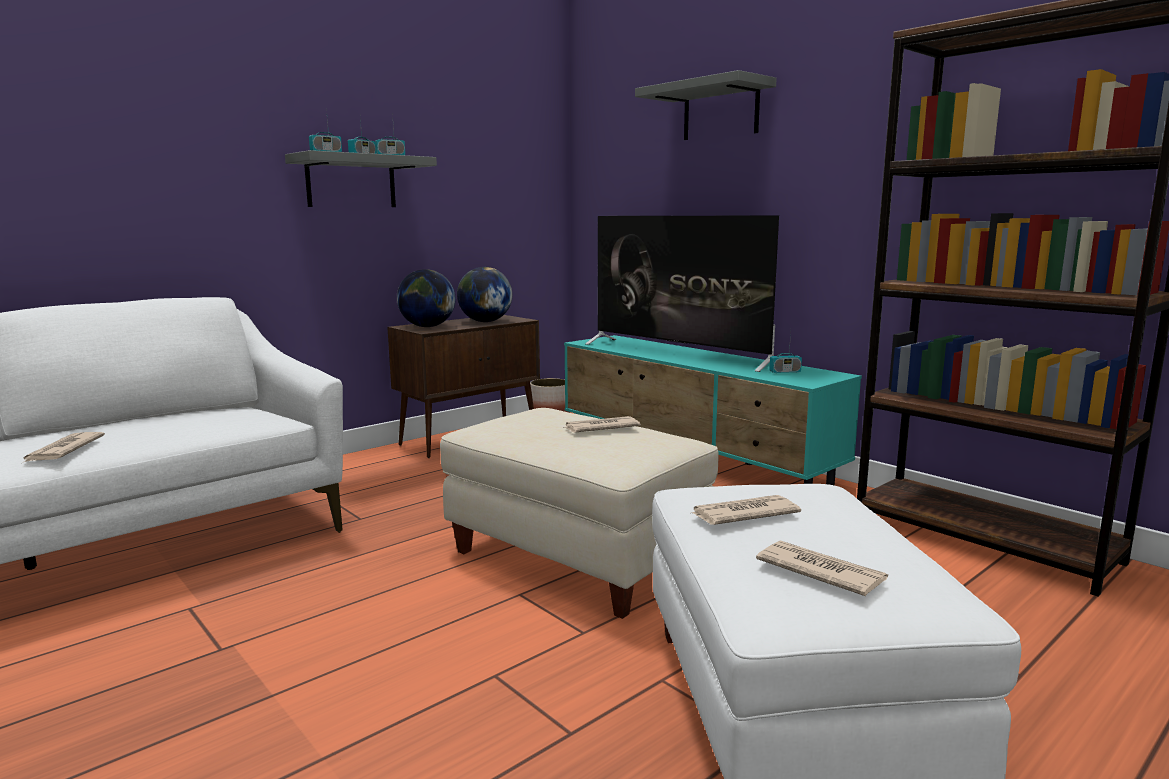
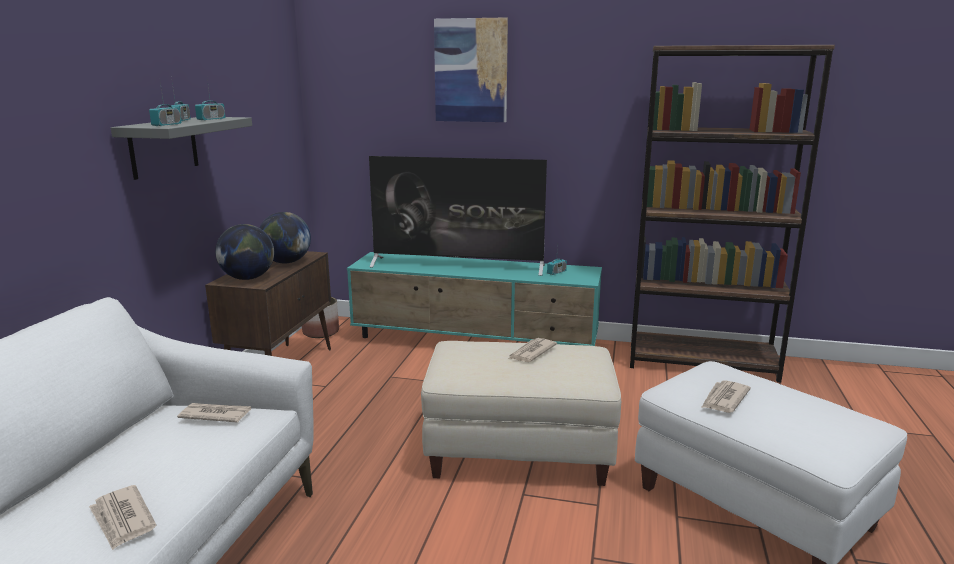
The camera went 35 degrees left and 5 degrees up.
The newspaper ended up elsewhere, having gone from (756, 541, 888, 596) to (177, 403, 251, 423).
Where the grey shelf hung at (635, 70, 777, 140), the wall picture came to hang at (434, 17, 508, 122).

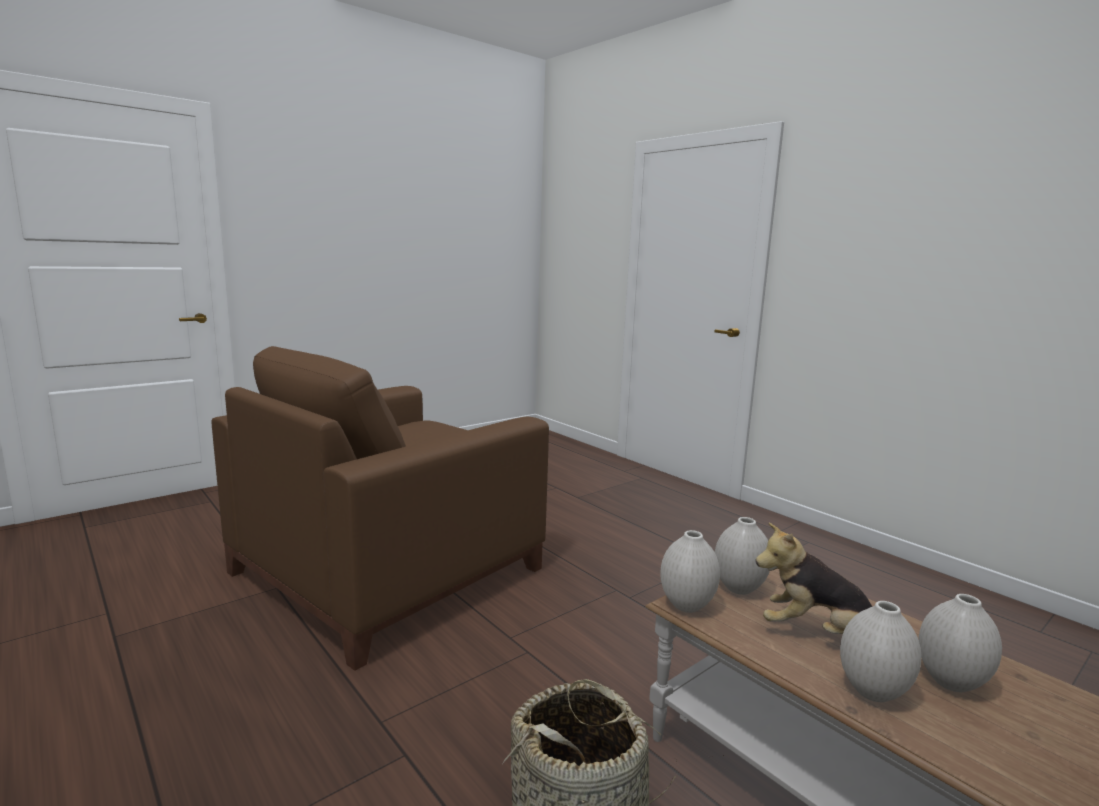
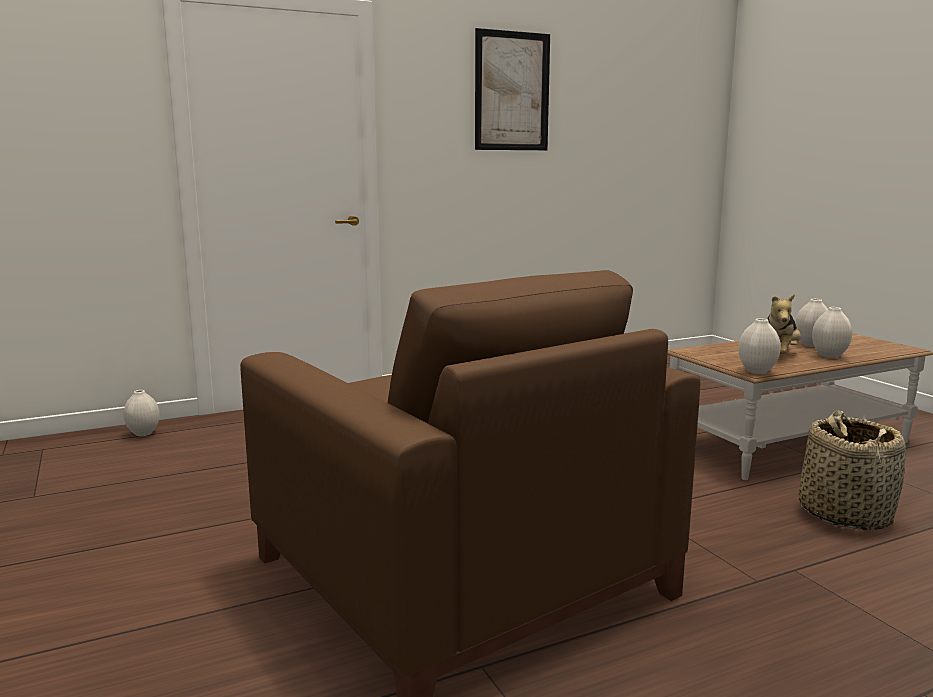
The camera went 75 degrees left and 0 degrees up.
The whitish flower vase ended up elsewhere, having gone from (715, 517, 770, 595) to (124, 390, 159, 436).
The second view gained the wall picture at (475, 28, 550, 150).

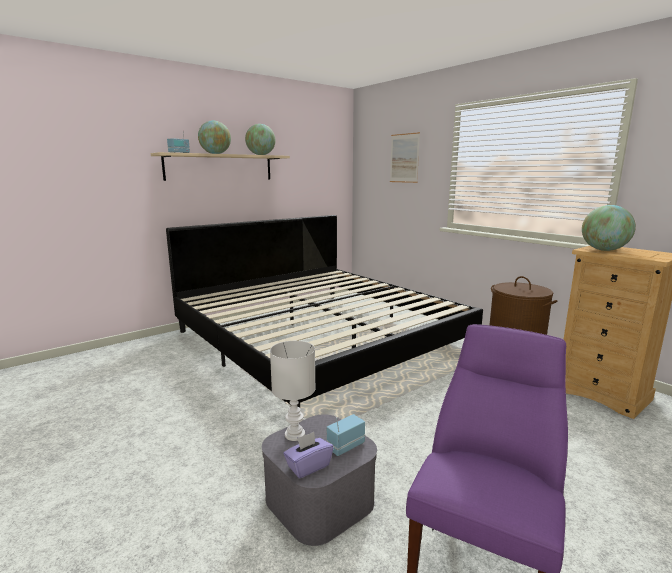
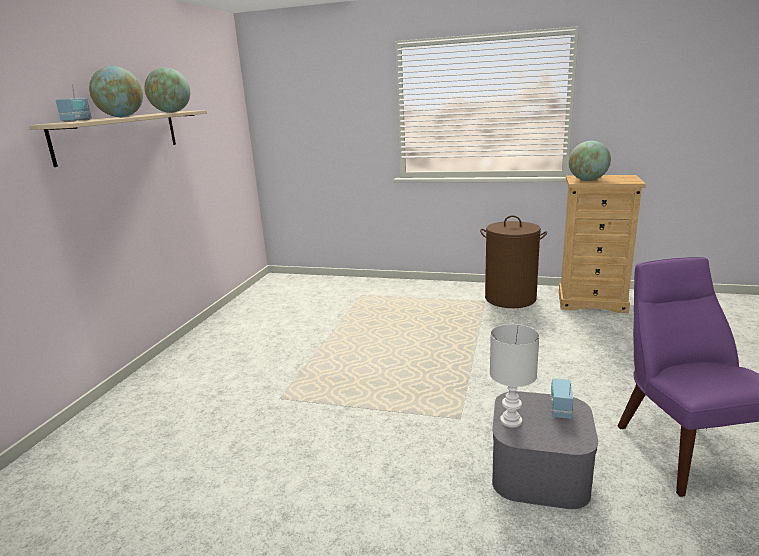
The camera went 35 degrees left and 5 degrees up.
The second view lost the bed at (166, 215, 483, 408).
The second view lost the purple box of tissues at (283, 432, 333, 478).
The second view lost the wall picture at (390, 132, 420, 183).

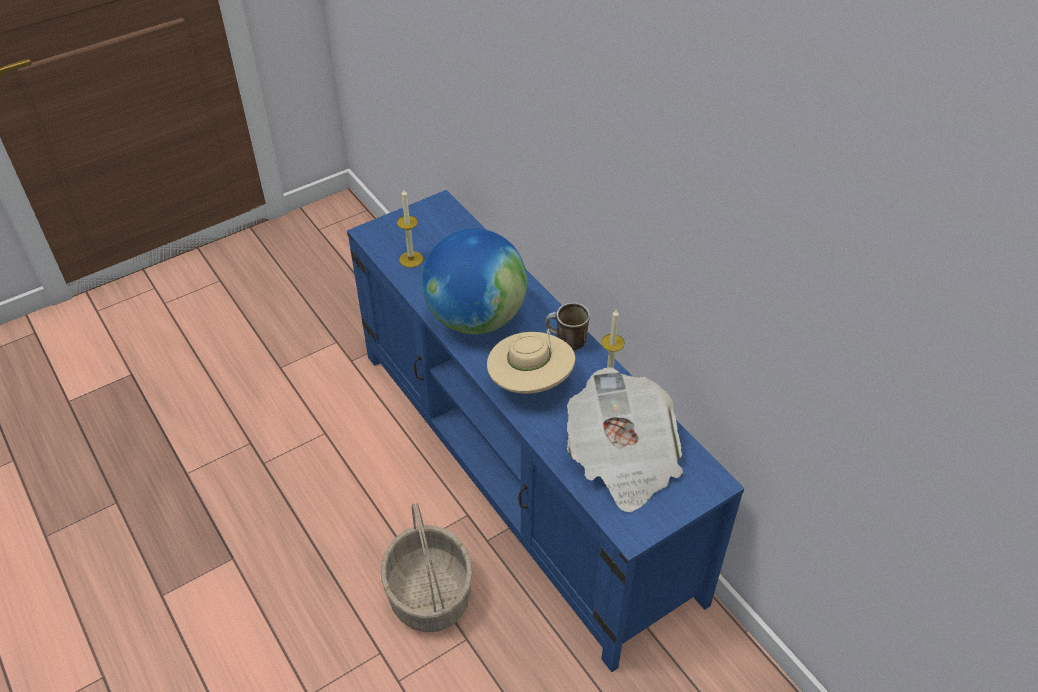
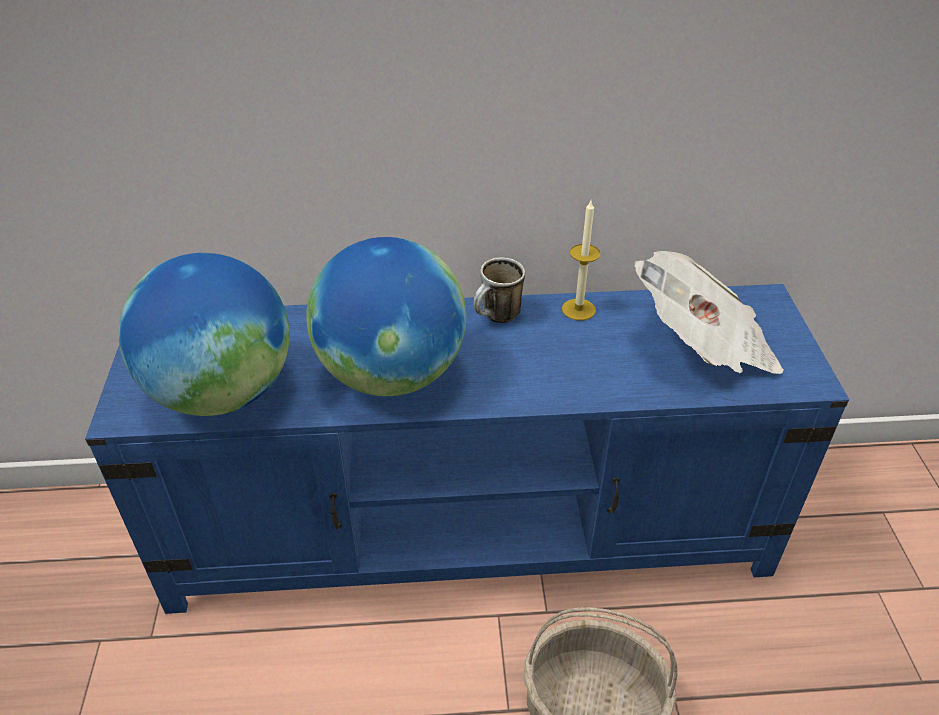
The camera went 60 degrees left and 5 degrees down.
Where the candle stood at (397, 189, 423, 268), the globe came to stand at (119, 253, 290, 416).
The second view lost the beige-coloured clothing hat at (487, 329, 575, 394).

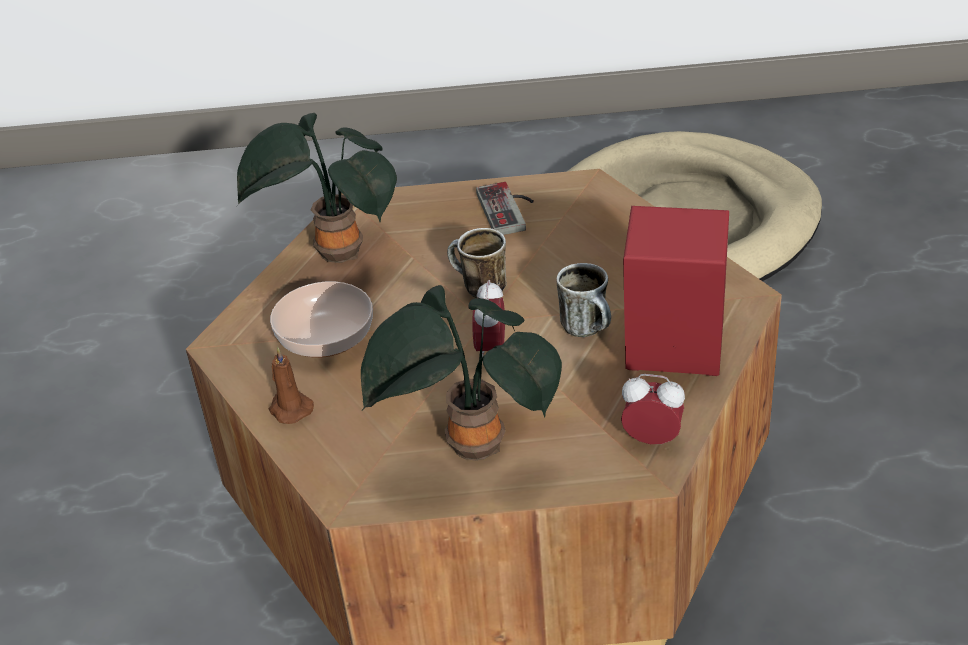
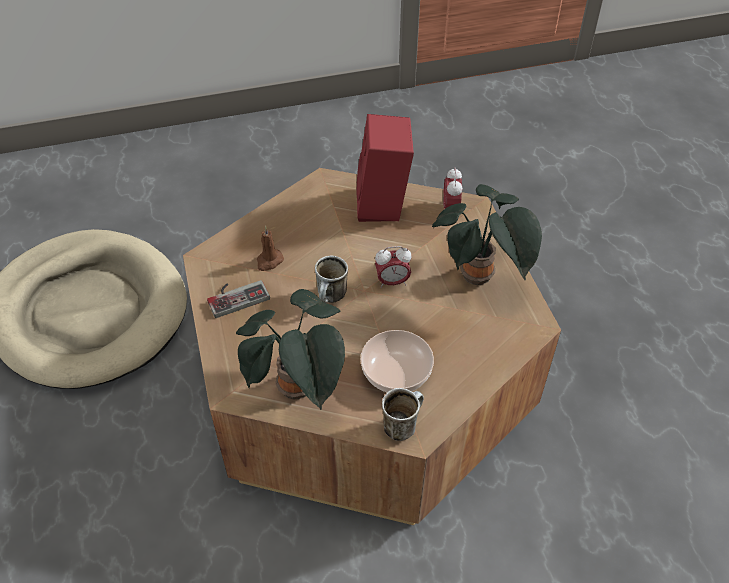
The camera went 105 degrees left and 10 degrees up.
The brown-coloured candle ended up elsewhere, having gone from (269, 347, 314, 424) to (257, 226, 284, 271).
The coffee mug ended up elsewhere, having gone from (557, 263, 611, 337) to (382, 388, 424, 441).

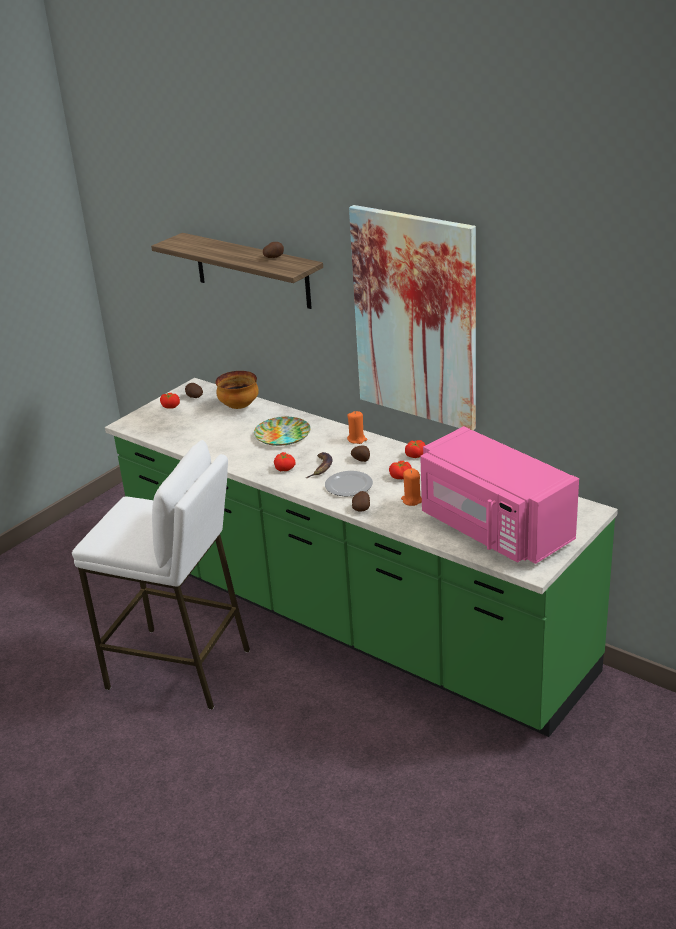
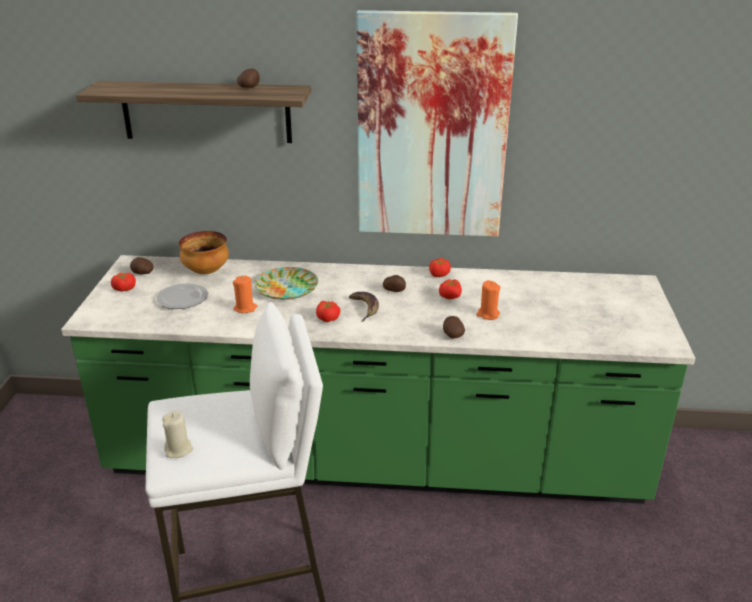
The camera went 35 degrees left and 0 degrees up.
The plate ended up elsewhere, having gone from (325, 471, 373, 496) to (156, 283, 208, 309).
The second view gained the beige-coloured candle at (162, 411, 193, 458).
The orange candle ended up elsewhere, having gone from (347, 411, 367, 444) to (233, 276, 257, 313).
The second view lost the pink microwave at (420, 426, 579, 564).

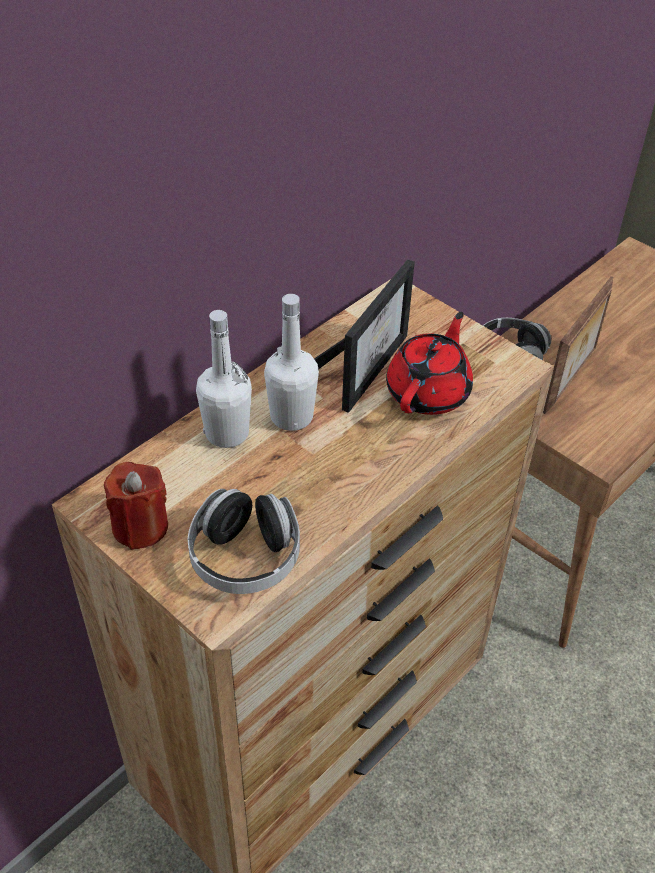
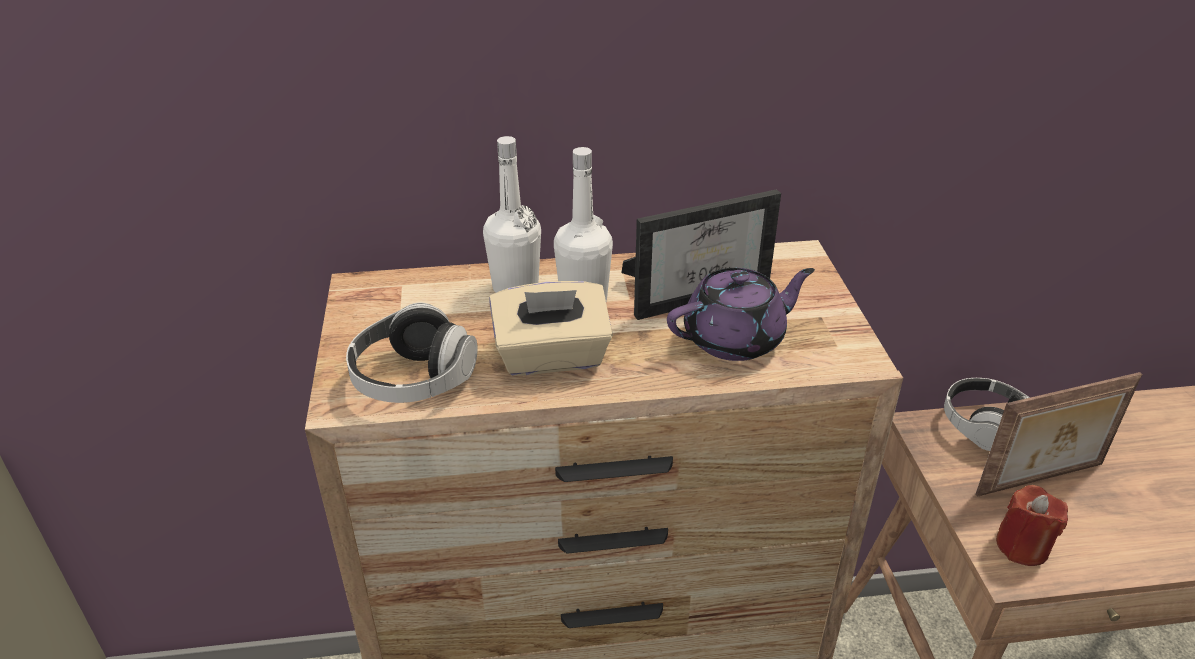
The camera went 40 degrees right and 10 degrees down.
The second view gained the beige-coloured box of tissues at (489, 281, 613, 376).
What was the red-coloured tea pot at (386, 312, 473, 415) turned into the purple tea pot at (667, 268, 815, 361).
The red-coloured candle ended up elsewhere, having gone from (104, 462, 168, 550) to (996, 485, 1068, 566).

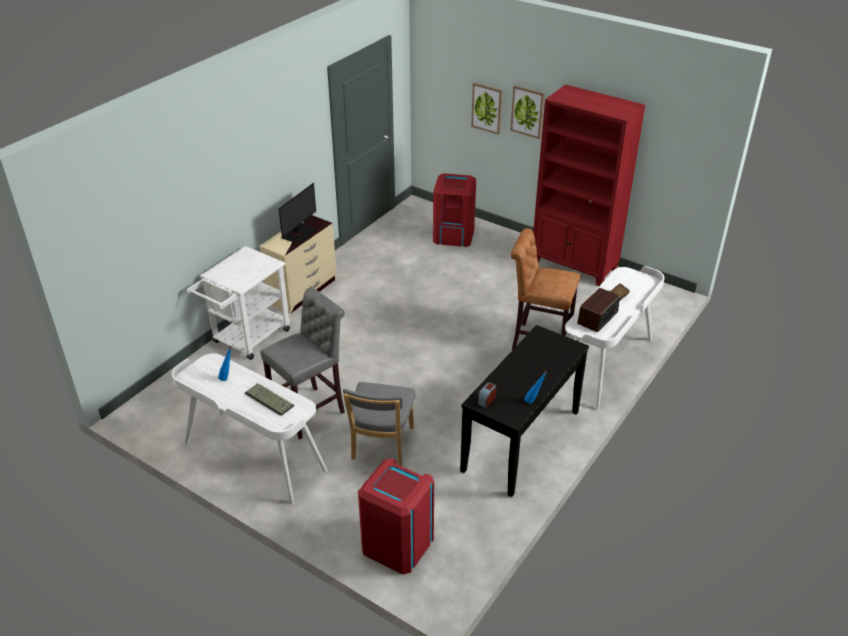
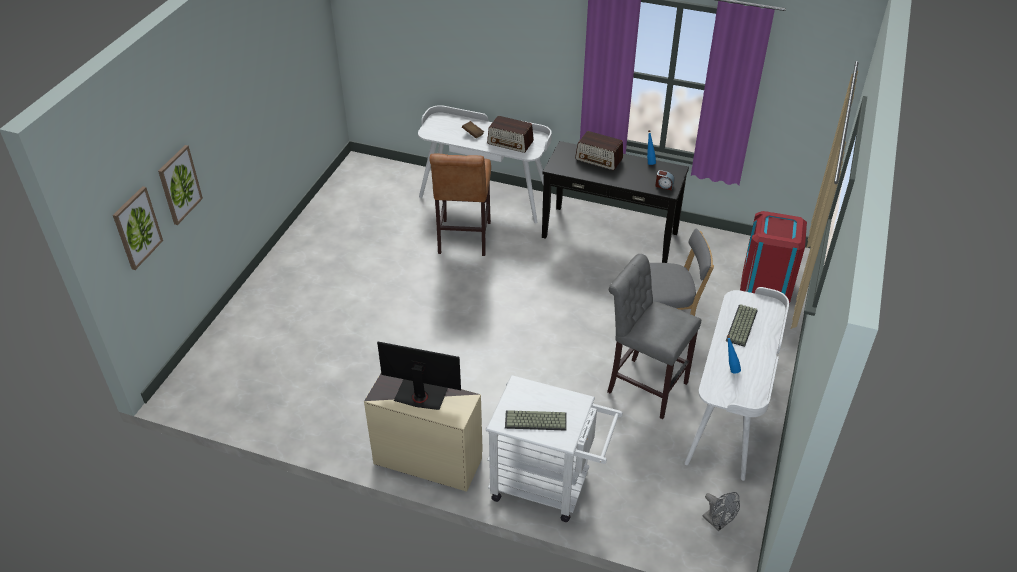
The camera went 105 degrees left and 5 degrees up.
The wall picture ended up elsewhere, having gone from (511, 86, 545, 139) to (113, 186, 163, 270).
The second view gained the computer keyboard at (505, 410, 567, 431).
The second view gained the radio set at (575, 131, 623, 170).
The second view gained the grey electric fan at (702, 492, 740, 531).
The second view lost the red-coloured waste bin at (433, 173, 476, 247).
The second view lost the red-coloured bookshelf at (533, 84, 645, 286).

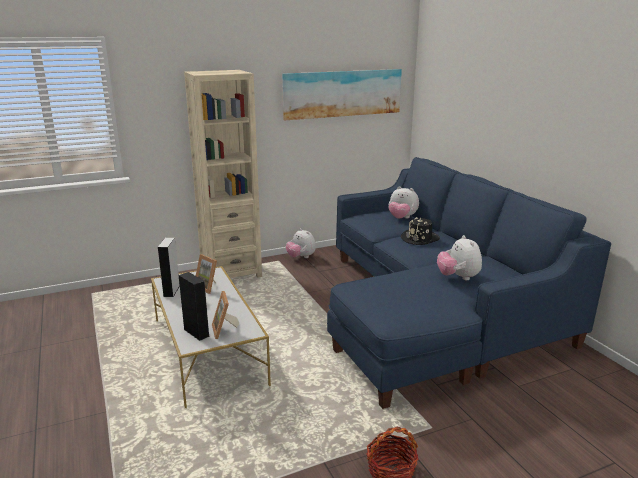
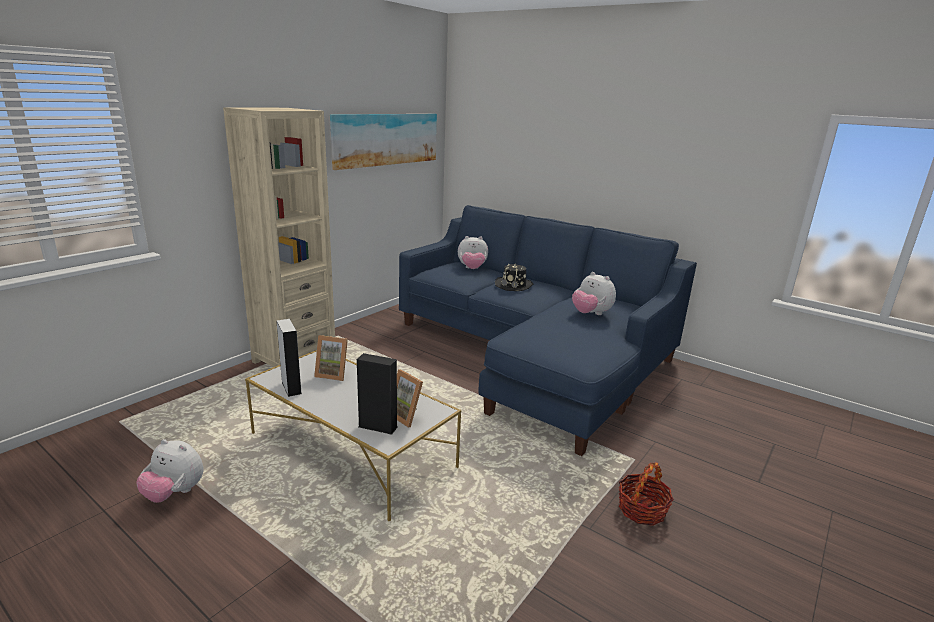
The camera went 30 degrees left and 0 degrees up.
The soft toy ended up elsewhere, having gone from (286, 228, 316, 258) to (136, 439, 204, 503).

